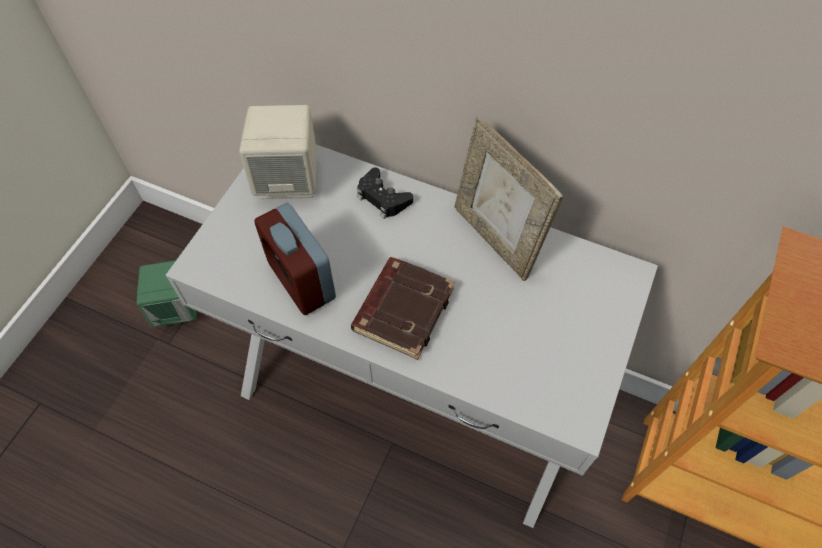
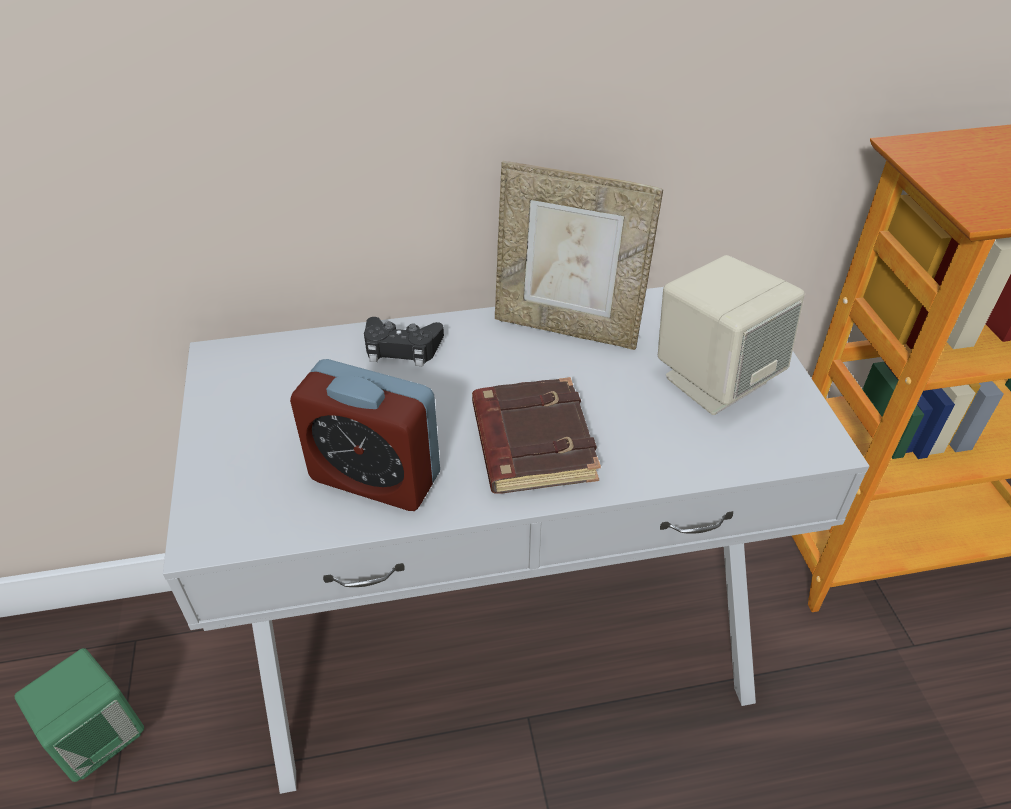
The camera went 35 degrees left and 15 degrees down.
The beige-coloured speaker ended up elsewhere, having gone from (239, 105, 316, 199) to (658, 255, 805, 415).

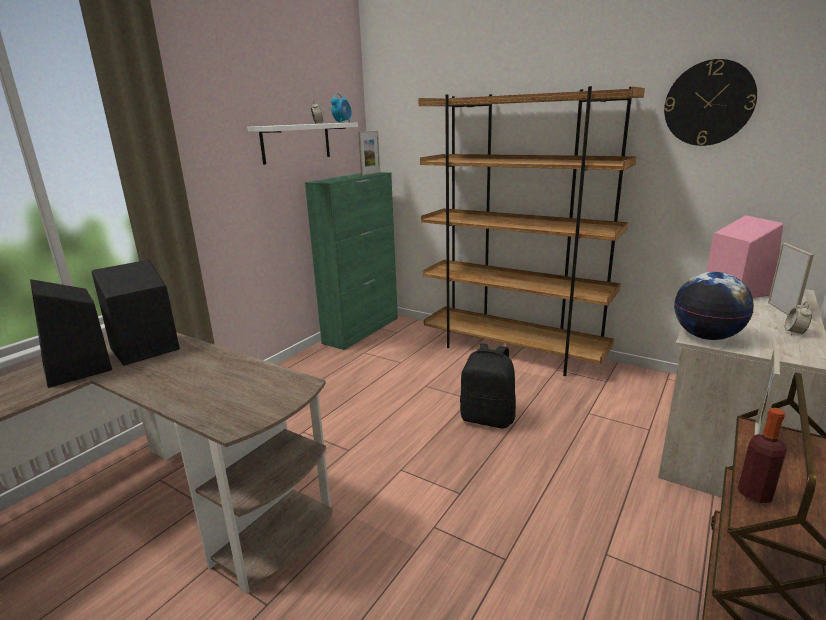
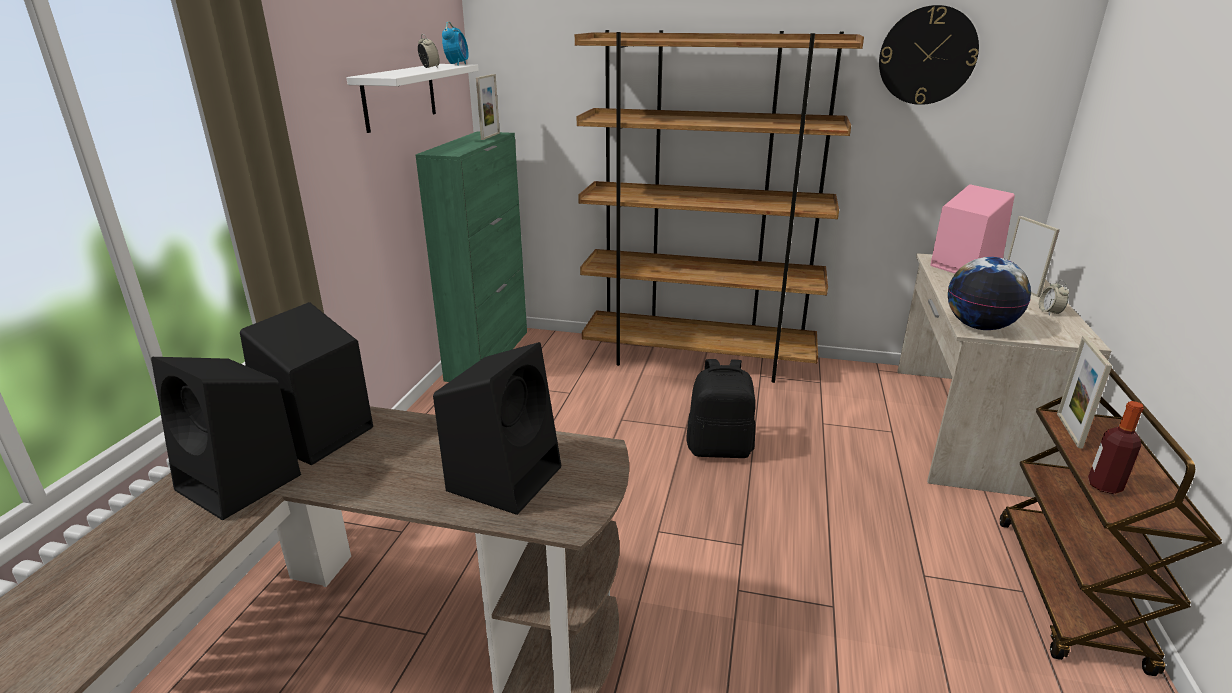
The camera went 20 degrees left and 5 degrees up.
The second view gained the black-coloured speaker at (433, 342, 561, 515).

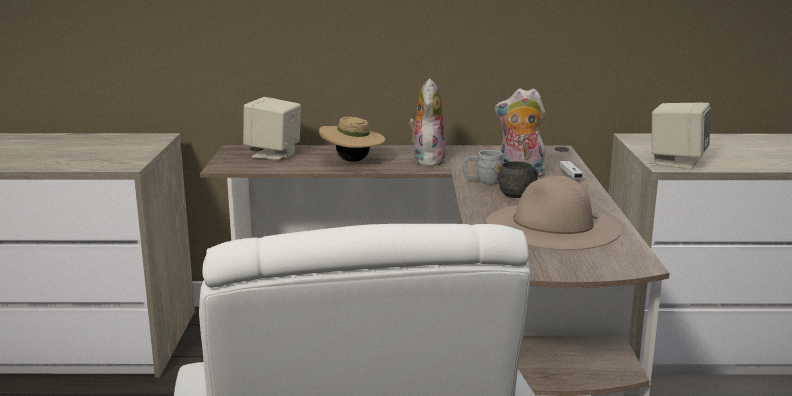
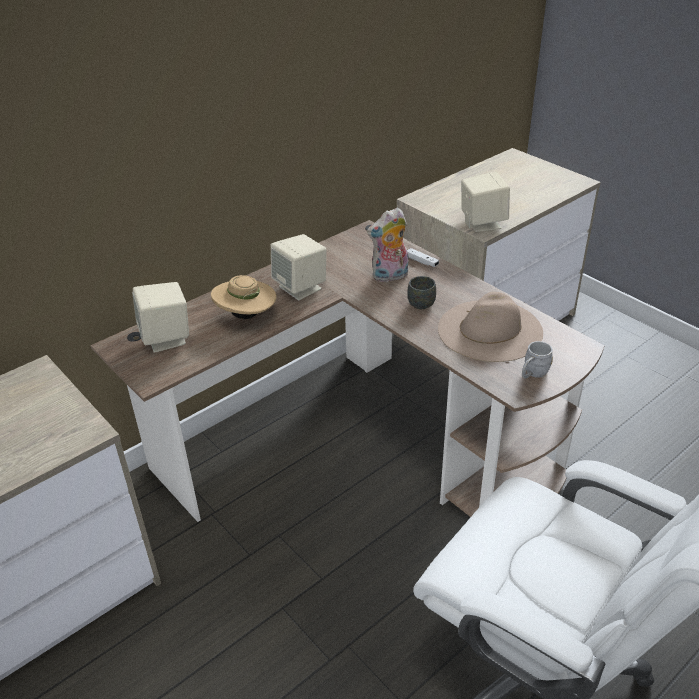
The camera went 40 degrees left and 20 degrees up.
Where the soft toy stood at (409, 79, 446, 166), the beige-coloured speaker came to stand at (271, 234, 327, 300).
The grey coffee mug ended up elsewhere, having gone from (463, 150, 504, 185) to (522, 341, 553, 379).

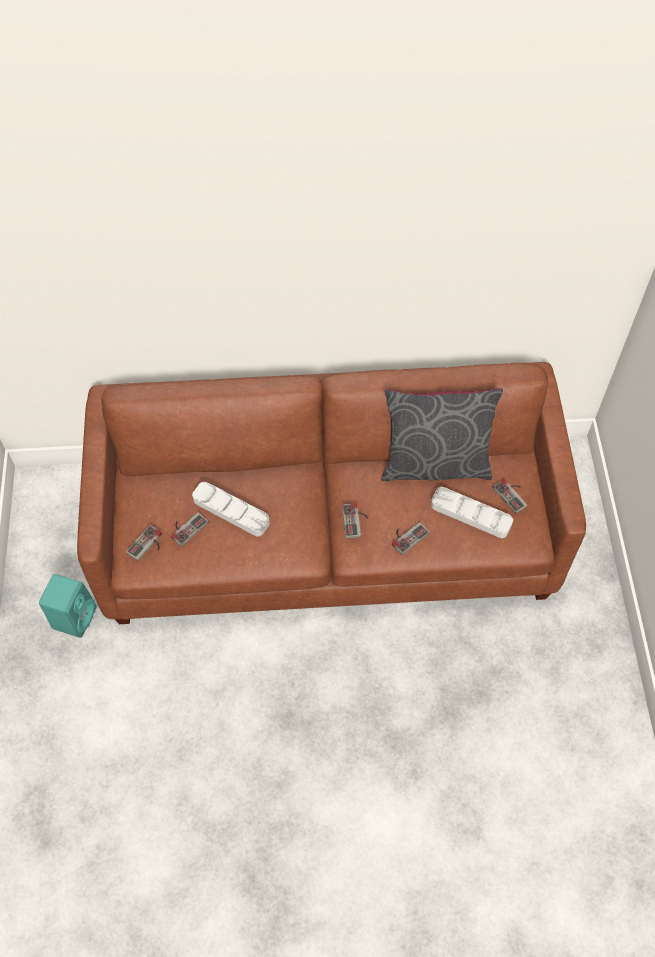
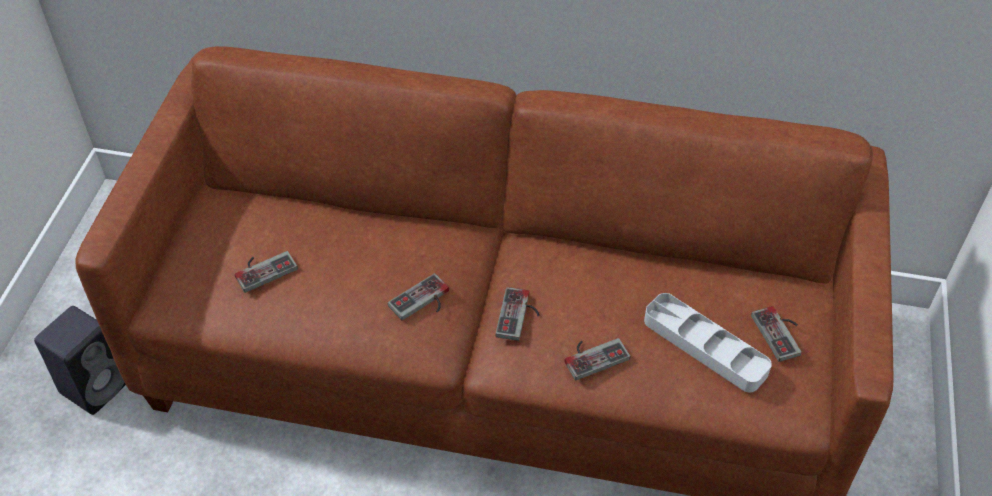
The camera went 15 degrees right and 10 degrees down.
What was the blue-green speaker at (39, 574, 96, 638) turned into the black-coloured speaker at (34, 306, 126, 415).
The gamepad ended up elsewhere, having gone from (126, 525, 162, 561) to (388, 273, 449, 320).
The second view lost the grey tray at (192, 482, 270, 536).
The second view lost the grey pillow at (381, 388, 503, 481).

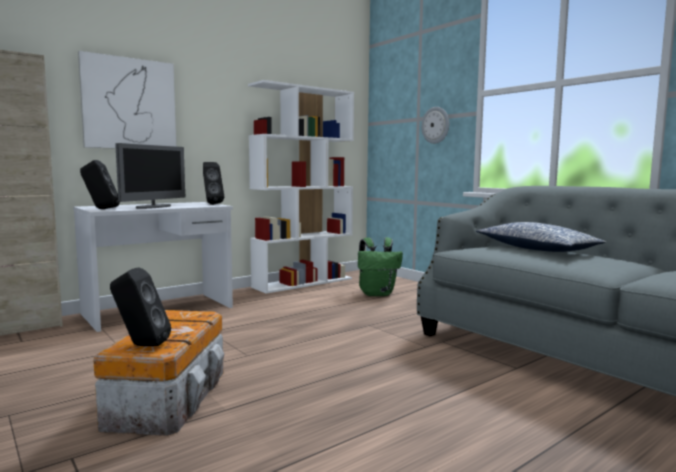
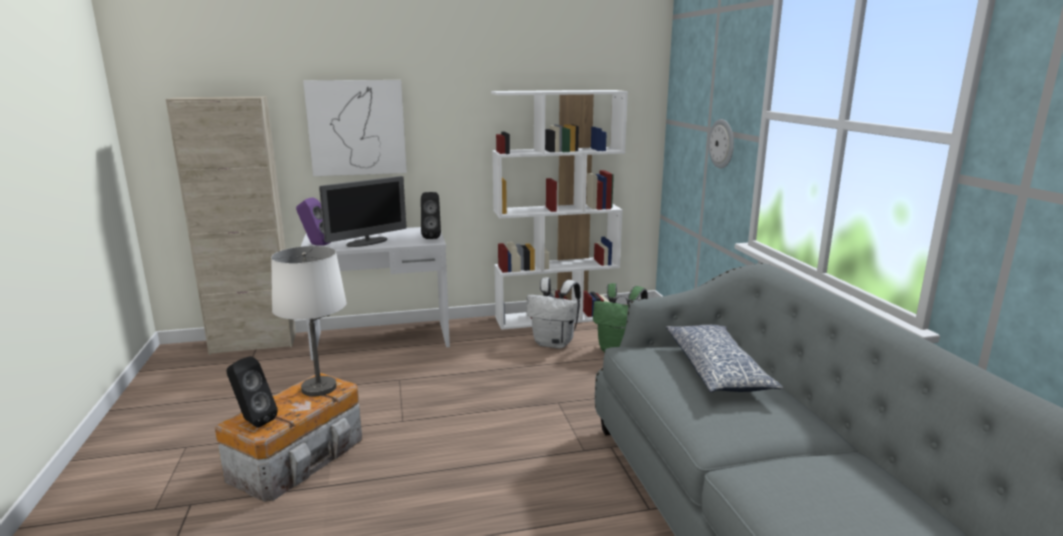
The camera went 25 degrees right and 10 degrees up.
The second view gained the whitish table lamp at (271, 246, 347, 396).
What was the black-coloured speaker at (80, 160, 120, 209) turned into the purple speaker at (296, 197, 331, 246).
The second view gained the whitish knapsack at (526, 277, 581, 349).

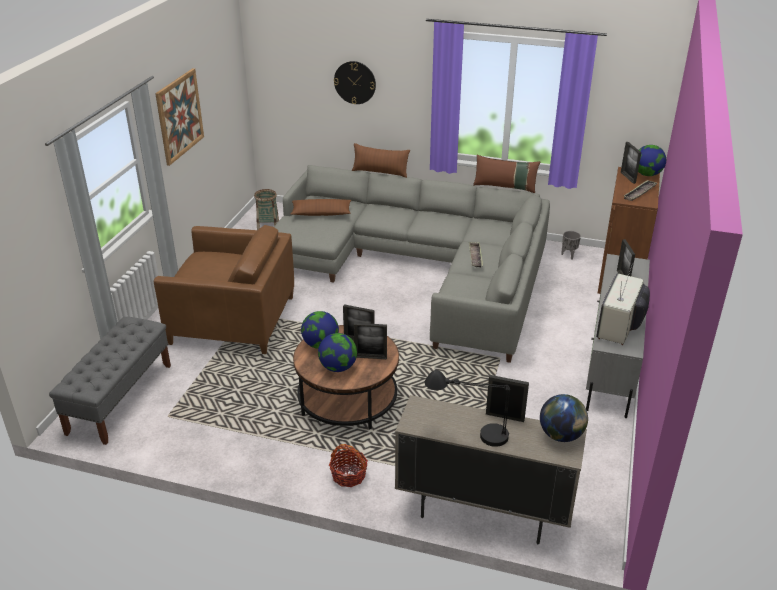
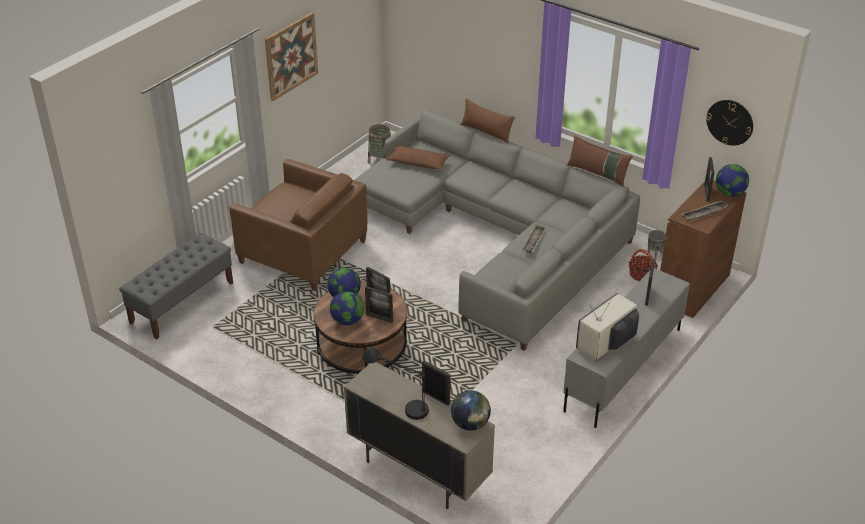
The camera went 20 degrees right and 5 degrees up.
The household basket ended up elsewhere, having gone from (329, 444, 368, 487) to (629, 249, 658, 281).
The hanging clock ended up elsewhere, having gone from (334, 61, 376, 104) to (706, 100, 753, 146).

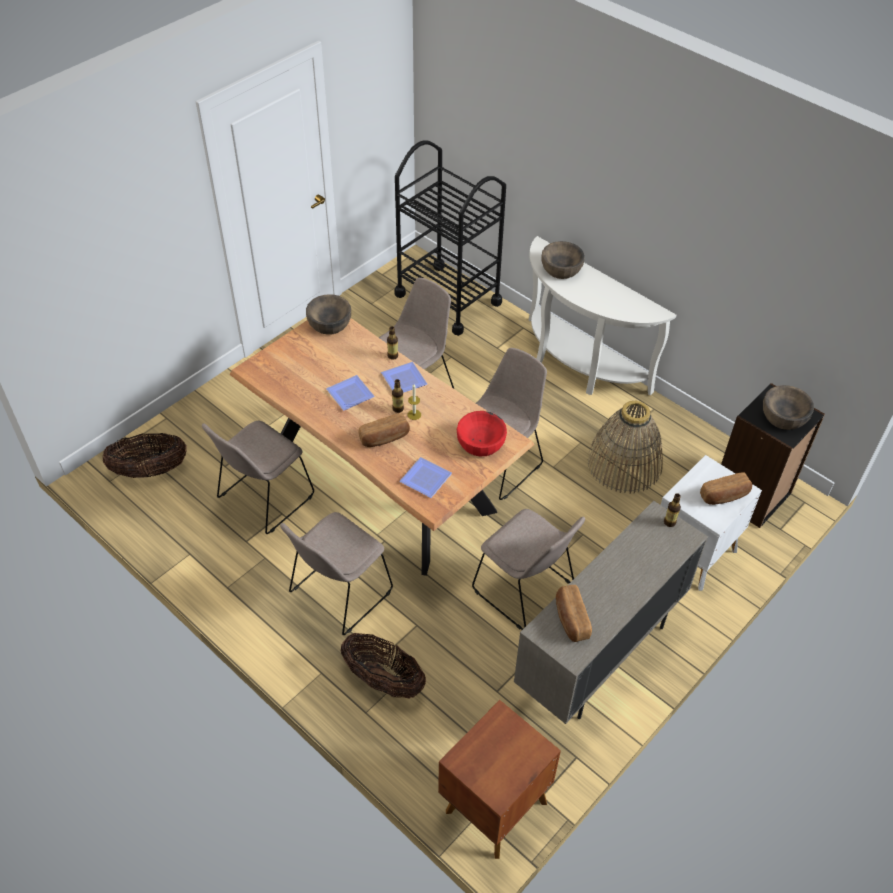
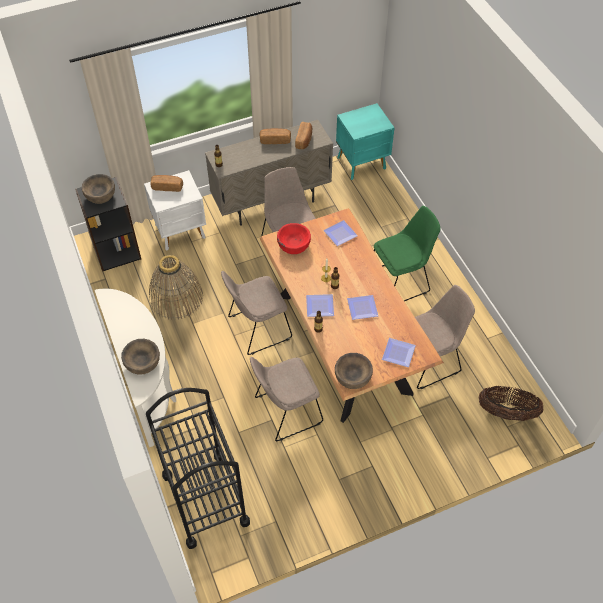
The camera went 155 degrees left and 5 degrees up.
The baked bread ended up elsewhere, having gone from (359, 413, 410, 447) to (259, 128, 291, 144).
What was the brown-coloured night table at (438, 700, 561, 859) turned into the blue-green night table at (336, 103, 395, 180).
What was the beige-coloured upright chair at (280, 512, 393, 635) turned into the green-coloured upright chair at (374, 206, 441, 301).
The second view gained the plate at (382, 338, 416, 367).
The second view lost the household basket at (341, 633, 426, 699).

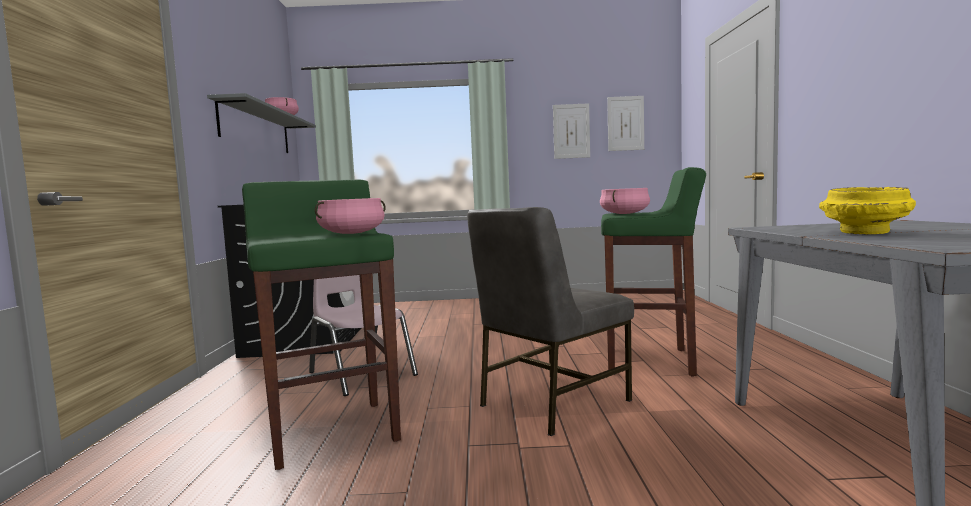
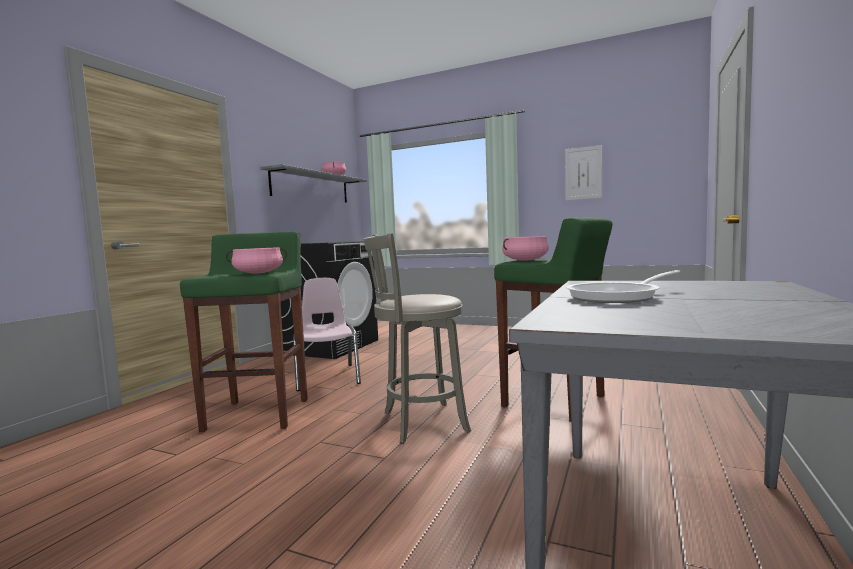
The camera went 25 degrees right and 0 degrees up.
Where the grey upright chair stood at (467, 207, 634, 436), the grey sitting stool came to stand at (363, 233, 471, 444).
Where the yellowish deep dish stood at (819, 187, 916, 234), the frying pan came to stand at (566, 270, 680, 303).
The second view lost the wall picture at (607, 96, 644, 151).

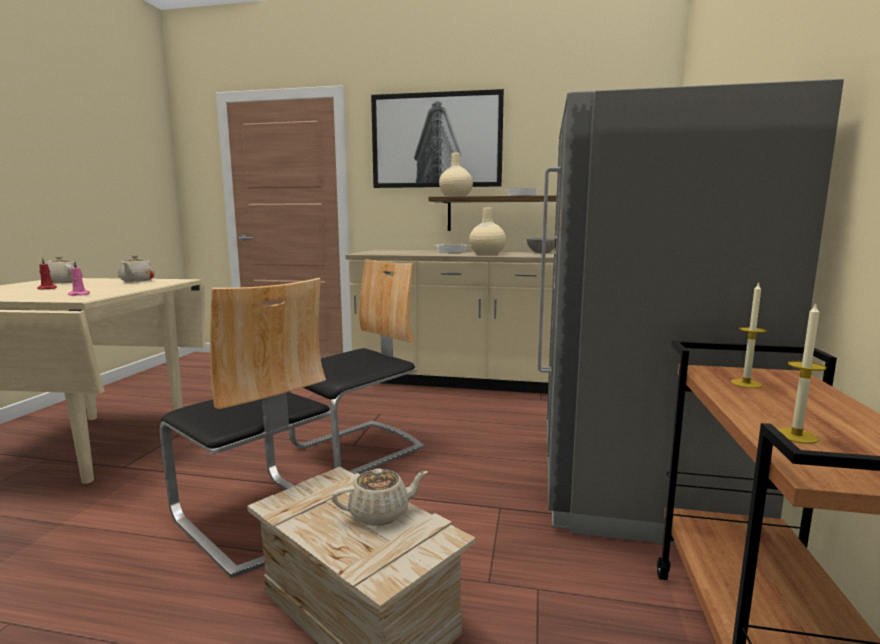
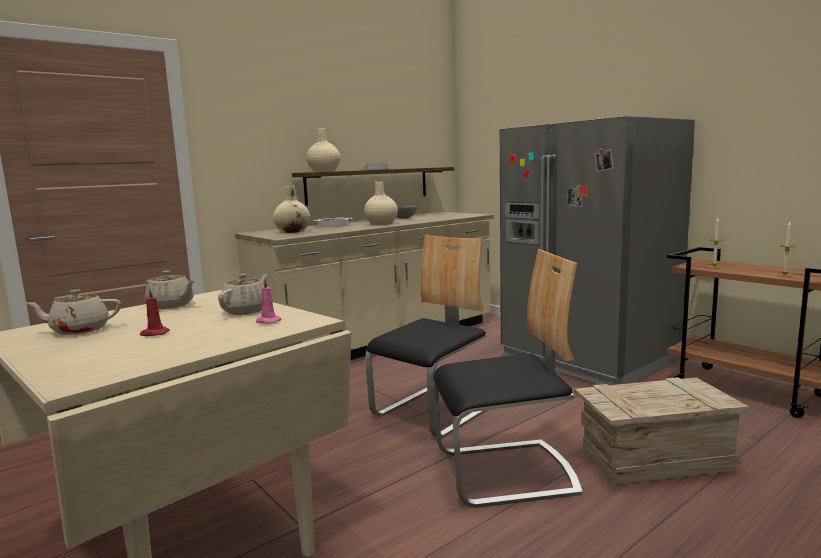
The camera went 50 degrees left and 0 degrees up.
The beige-coloured tea pot ended up elsewhere, having gone from (332, 468, 428, 526) to (218, 274, 268, 315).
The second view gained the beige-coloured flower vase at (273, 186, 310, 233).
The upright chair at (289, 259, 424, 474) ended up facing another way, 45 degrees clockwise from before.
The second view lost the wall picture at (371, 89, 504, 188).

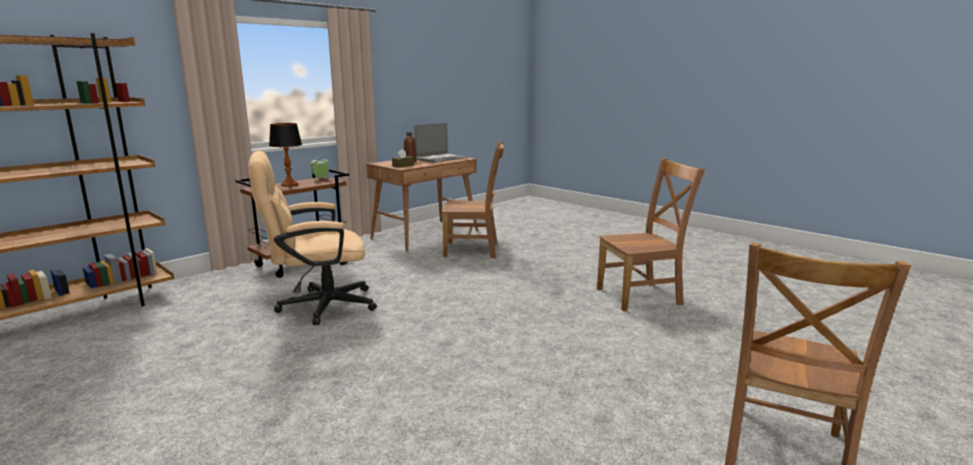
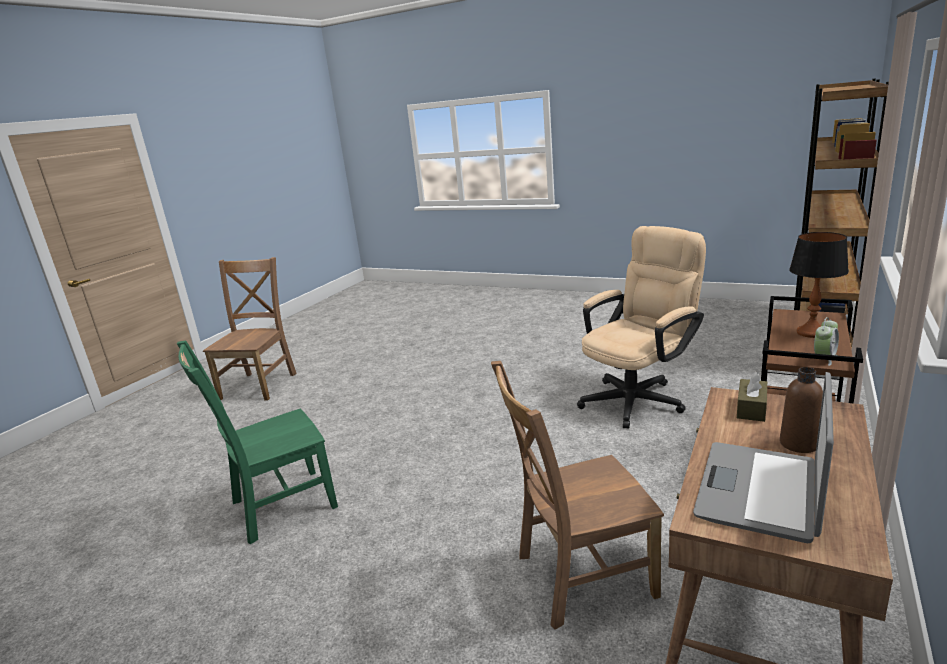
The camera went 165 degrees right and 5 degrees up.
What was the brown-coloured upright chair at (597, 158, 705, 311) turned into the green-coloured upright chair at (177, 340, 338, 544).

